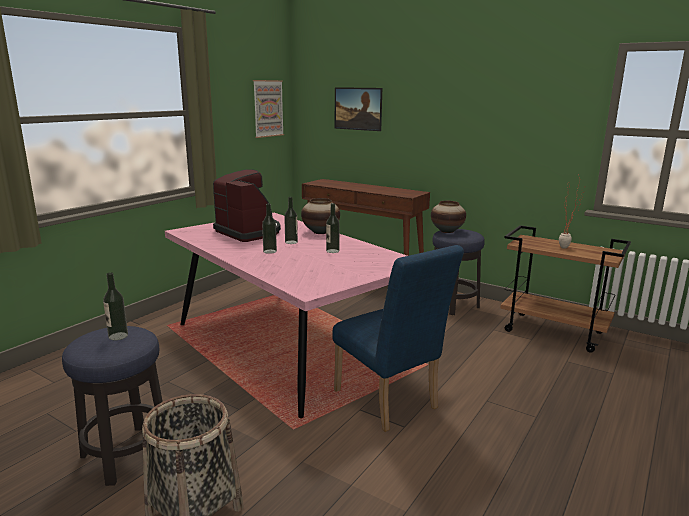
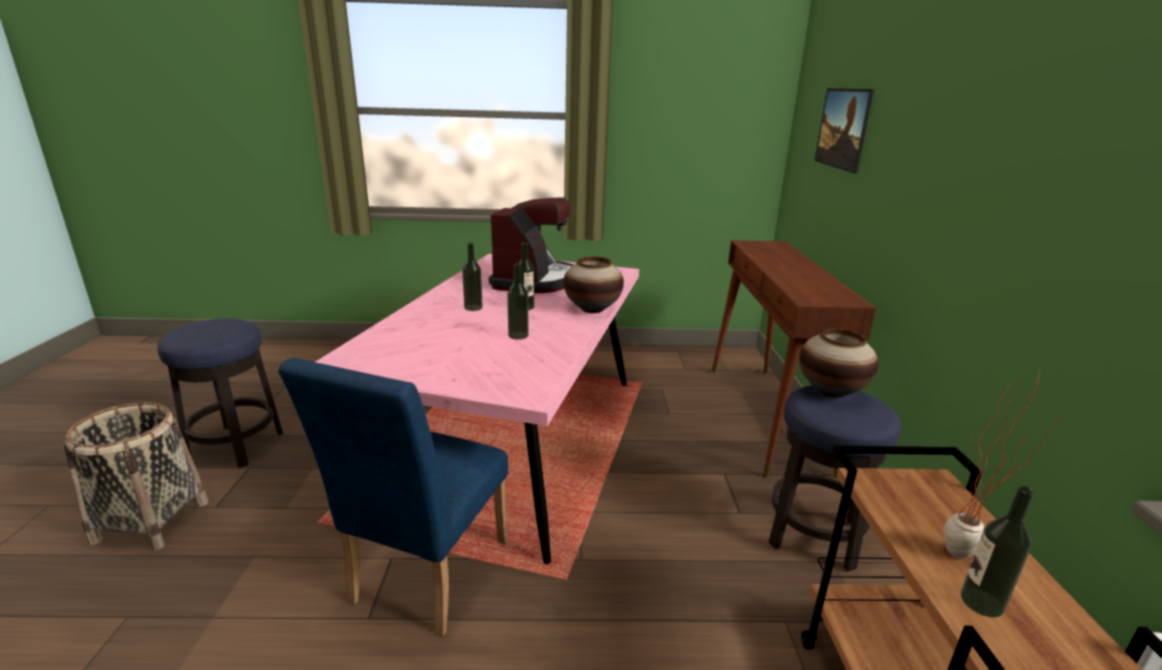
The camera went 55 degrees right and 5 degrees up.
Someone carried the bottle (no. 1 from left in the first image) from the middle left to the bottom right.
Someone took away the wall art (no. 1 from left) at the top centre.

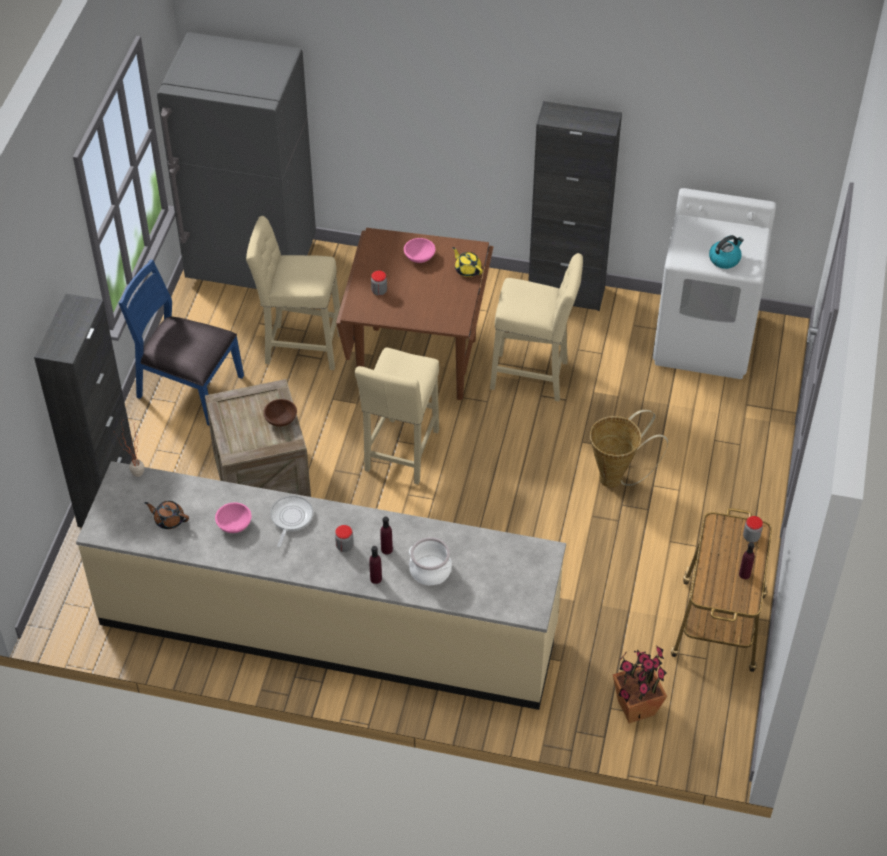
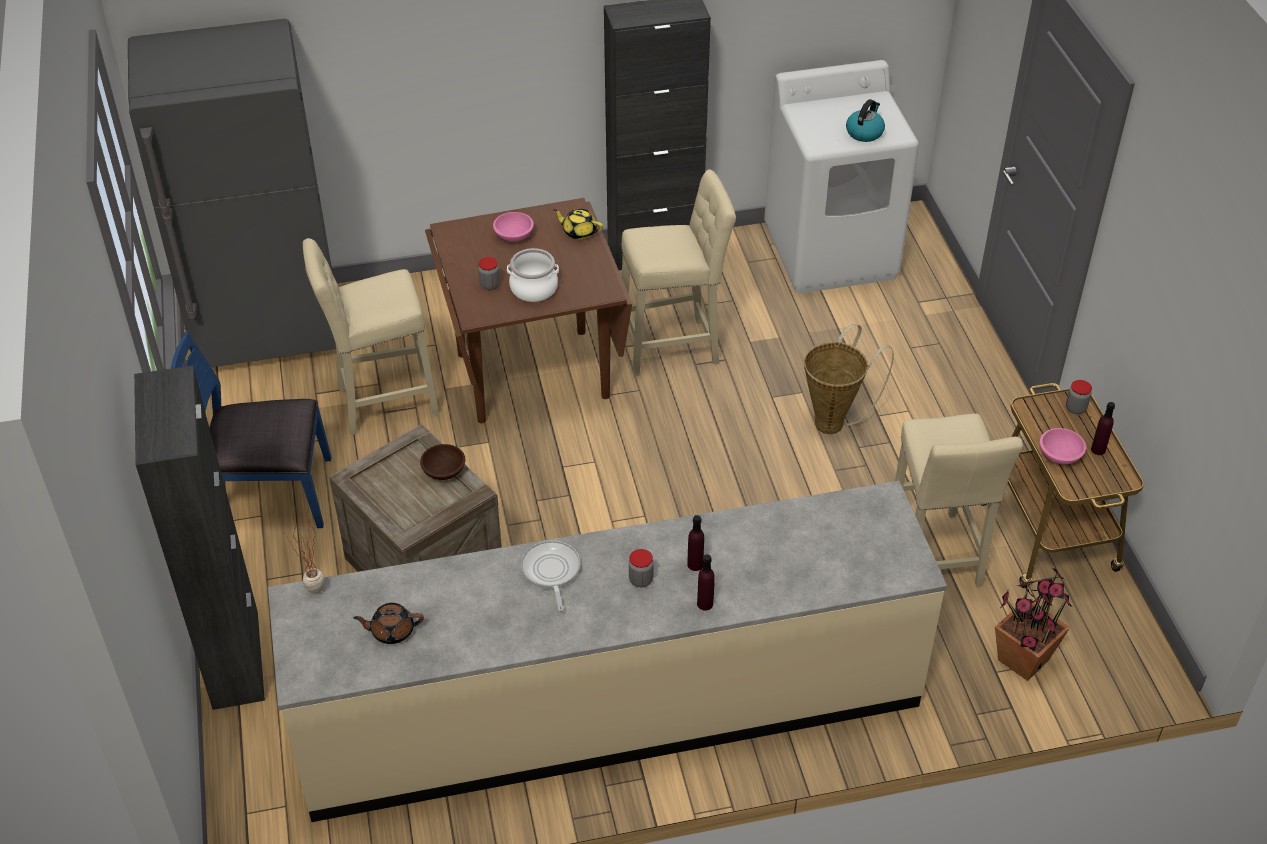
The camera went 25 degrees left and 5 degrees down.
Someone carried the stockpot from the centre to the top centre.
Someone carried the sand-coloured stool seat (no. 2 from left in the first image) from the centre to the middle right.
Someone carried the pinkish deep dish (no. 1 from left in the first image) from the middle left to the middle right.

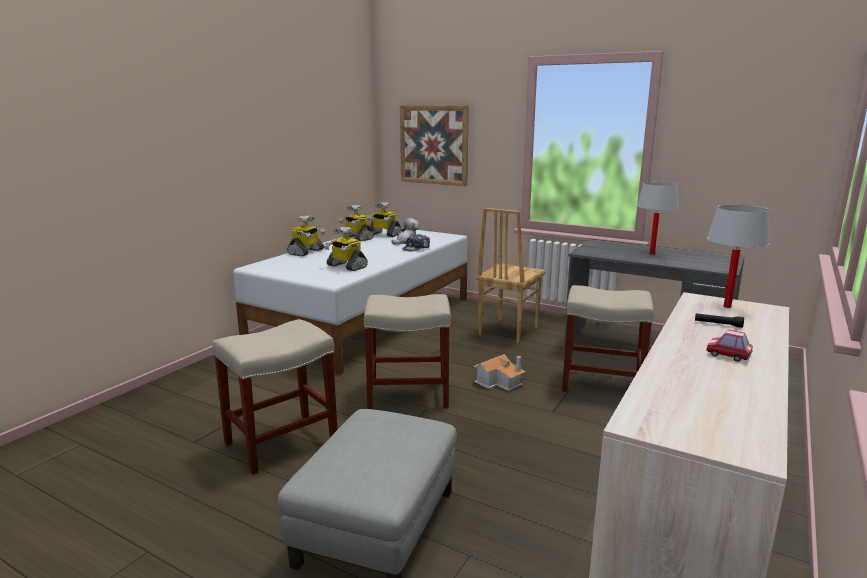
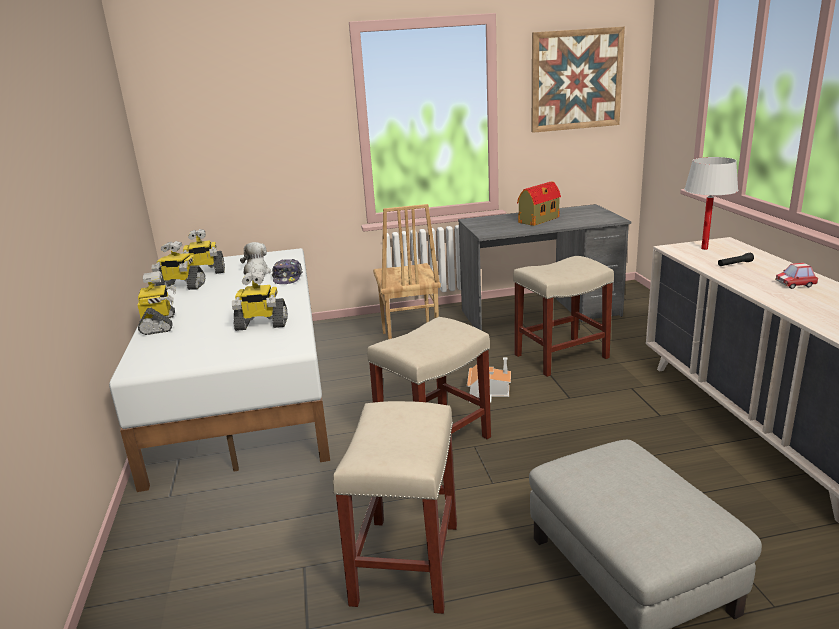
The camera went 40 degrees left and 5 degrees up.
Someone swapped the white table lamp (no. 1 from left) at the middle right for the model house (no. 2 from left) at the top centre.
Someone carried the wall art from the top centre to the top right.

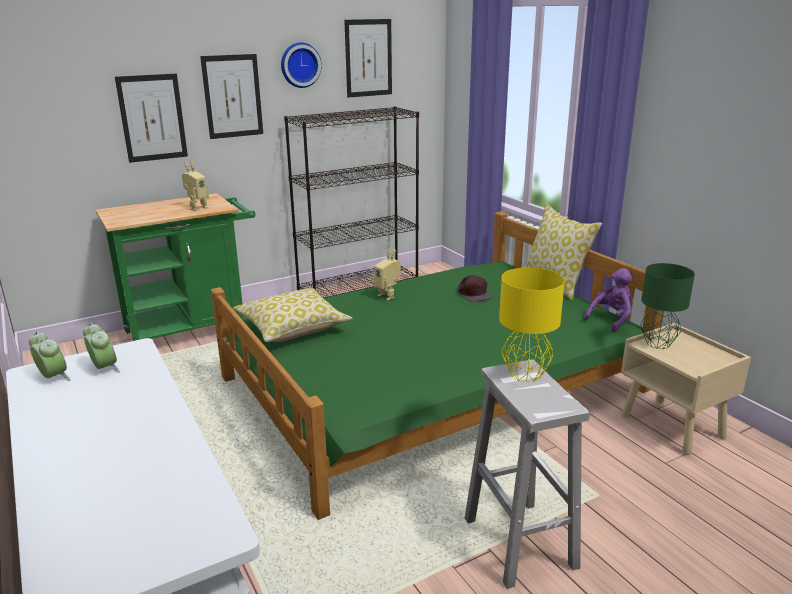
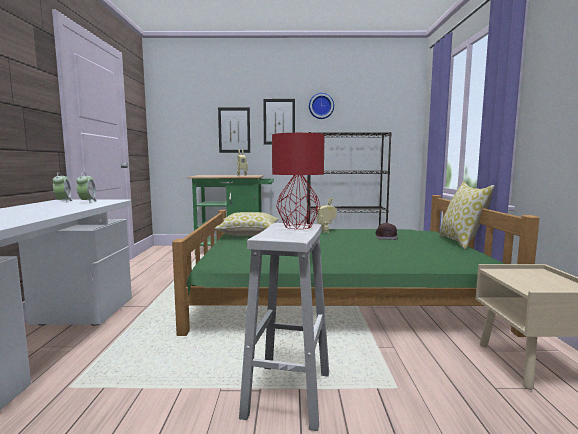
The camera went 30 degrees right and 15 degrees down.
Someone repainted the yellowish table lamp at the middle right, which became the red table lamp at the centre.
Someone took away the wall art (no. 3 from left) at the top centre.
Someone took away the purplish plush toy at the middle right.
Someone took away the green table lamp at the middle right.

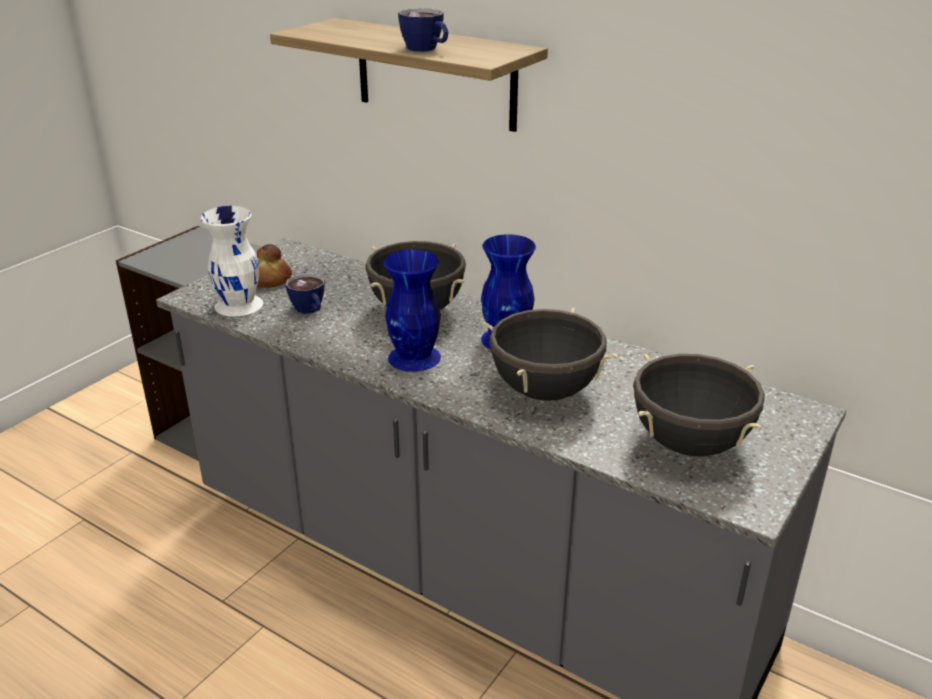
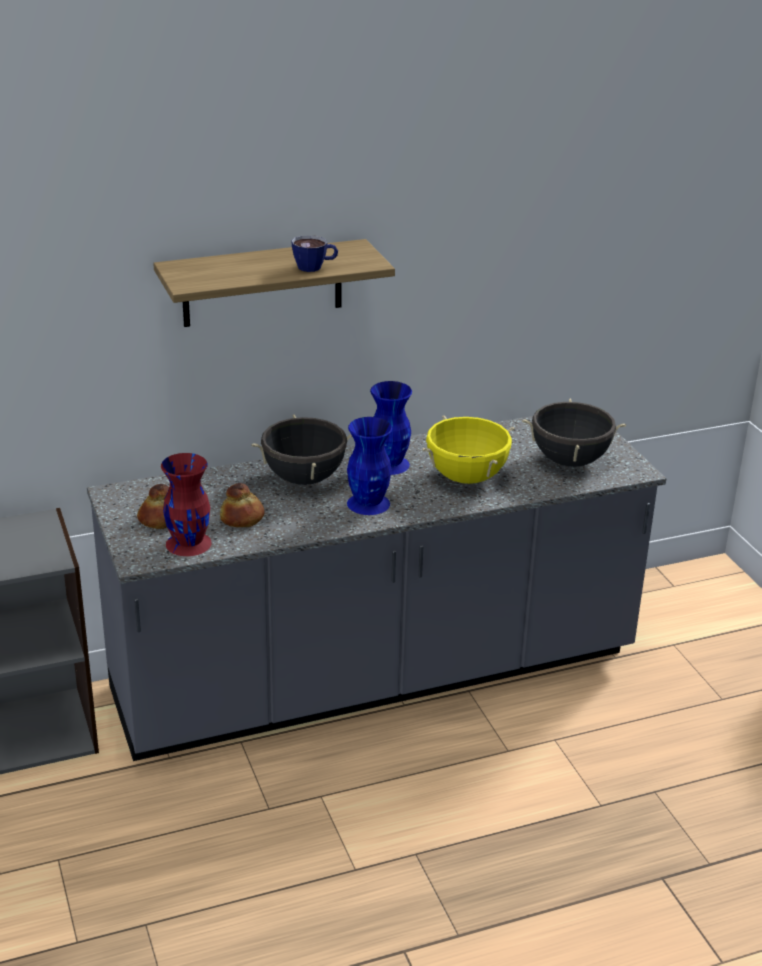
The camera went 55 degrees left and 0 degrees up.
Someone repainted the white flower vase at the middle left, which became the red flower vase at the middle left.
Someone swapped the small cup (no. 1 from left) at the middle left for the bakery bread (no. 2 from left) at the middle left.
Someone repainted the black-coloured stockpot (no. 2 from left) at the centre, which became the yellowish stockpot at the centre.

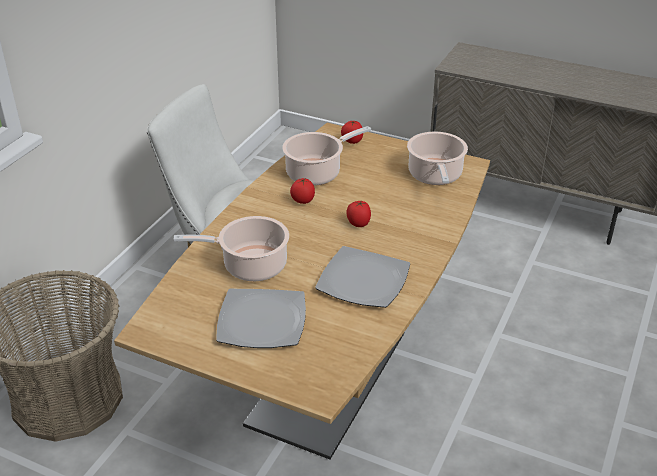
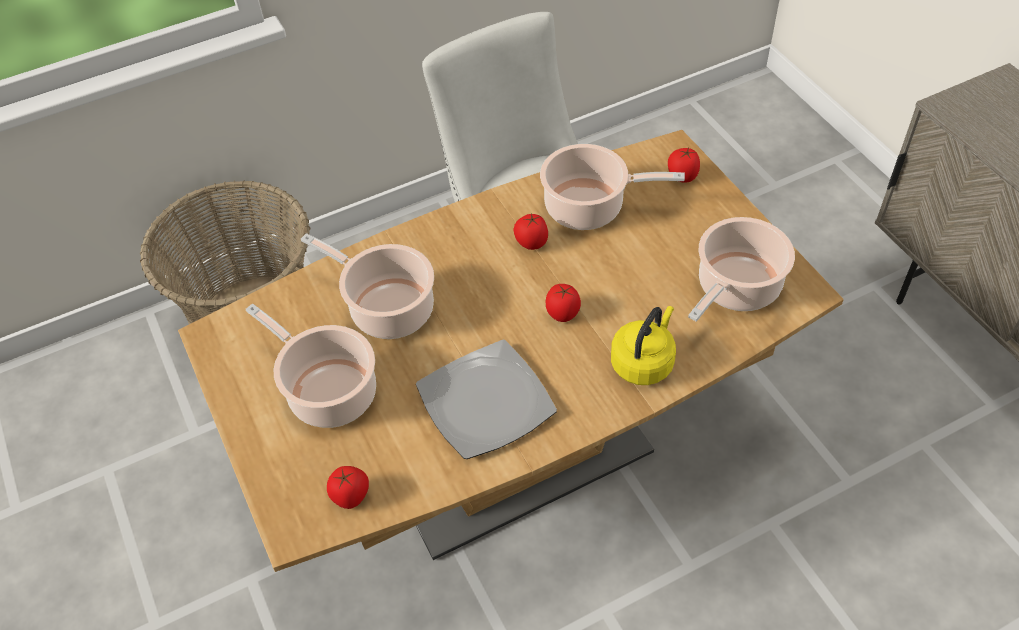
The camera went 40 degrees right and 15 degrees up.
Someone swapped the dinner plate (no. 1 from left) at the bottom centre for the stockpot (no. 1 from left) at the middle left.
Someone put down the tomato (no. 1 from left) at the bottom centre.
Someone put down the yellowish tea kettle at the centre.

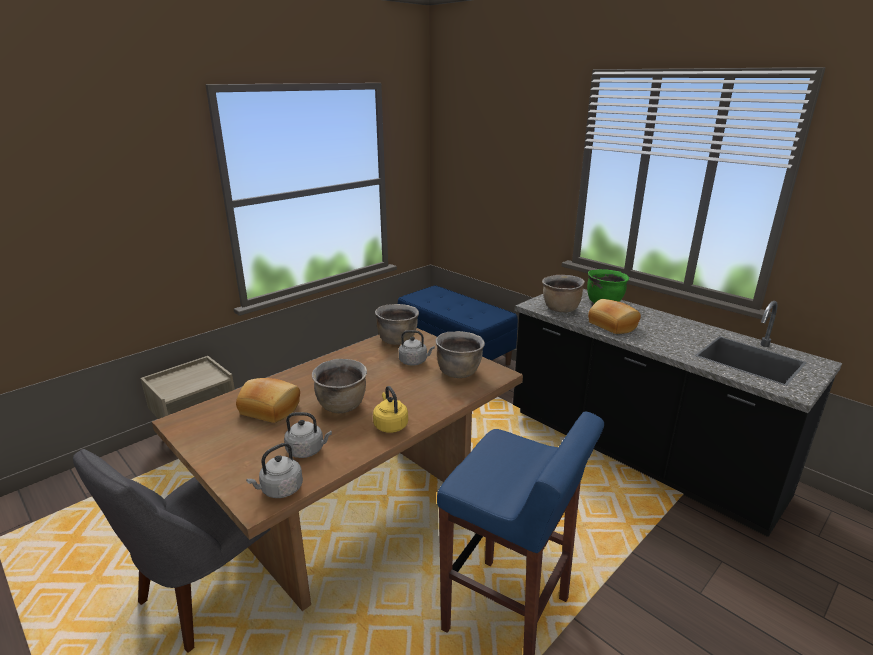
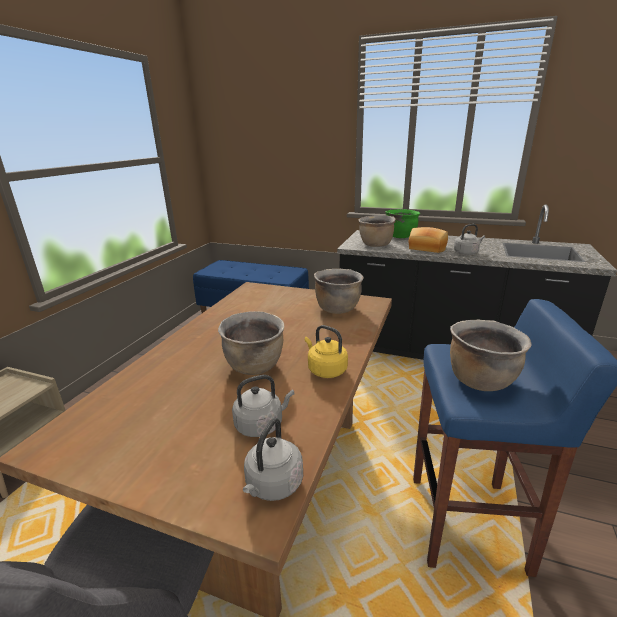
The camera went 25 degrees left and 0 degrees up.
Someone carried the brown-coloured stockpot (no. 2 from left in the first image) from the centre to the middle right.
Someone carried the greyish tea kettle (no. 3 from left) from the centre to the middle right.
Someone took away the bakery bread (no. 1 from left) at the middle left.

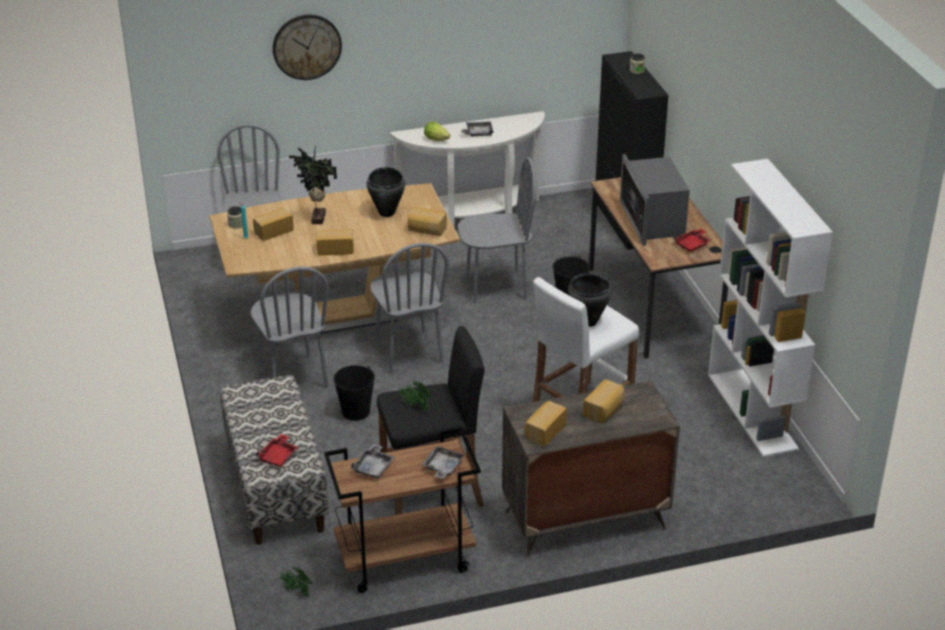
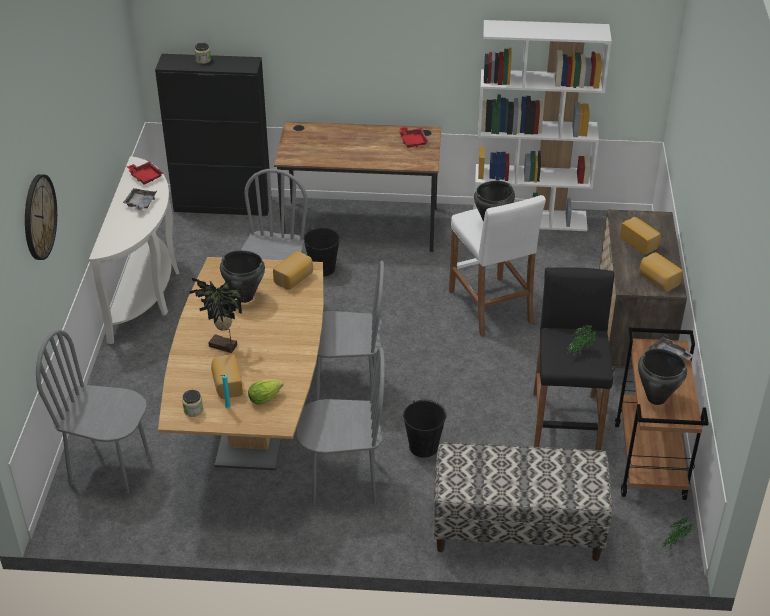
The camera went 70 degrees left and 5 degrees up.
Someone carried the red carrying tray (no. 1 from left) from the bottom left to the top left.
Someone carried the lettuce head from the top centre to the centre.
Someone swapped the greyish carrying tray (no. 1 from left) at the bottom centre for the black-coloured stockpot (no. 3 from left) at the middle right.
Someone took away the bakery bread (no. 2 from left) at the centre.
Someone took away the kitchen microwave at the top right.

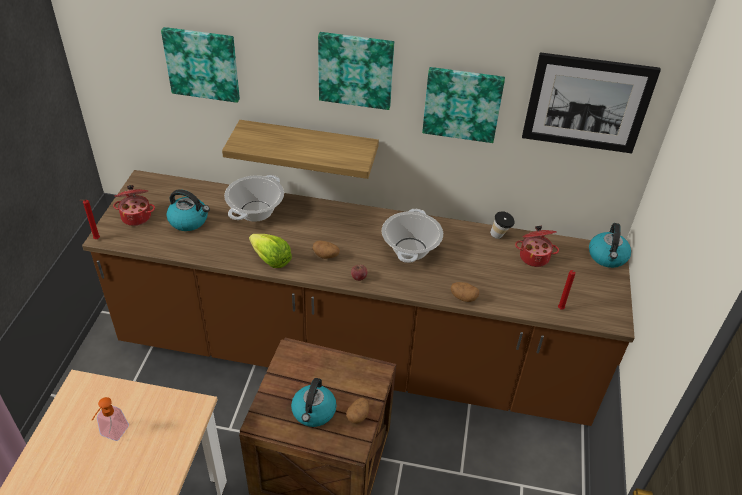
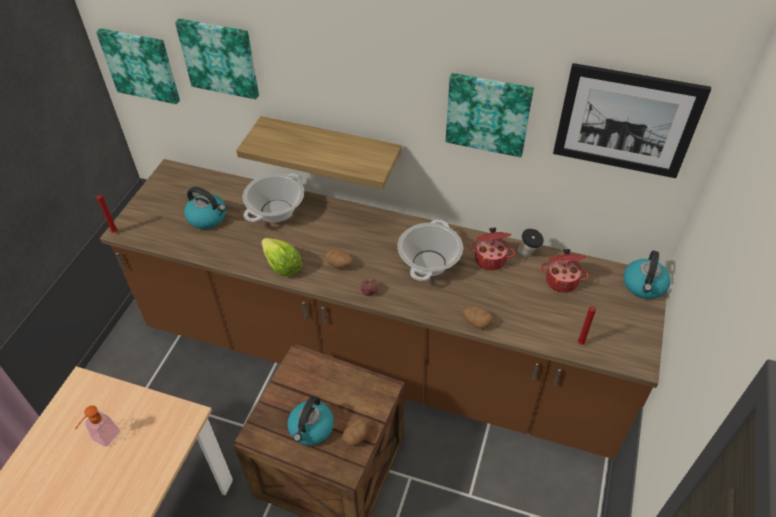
The camera went 10 degrees right and 5 degrees up.
Someone carried the wall art (no. 2 from left in the first image) from the top centre to the top left.
Someone carried the stockpot (no. 1 from left in the first image) from the middle left to the centre.

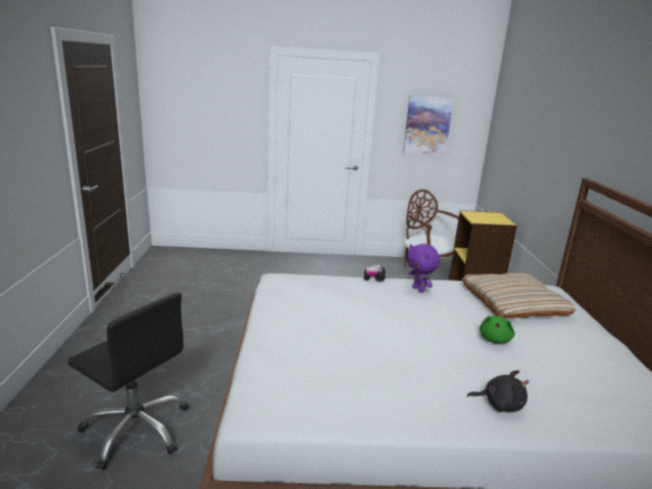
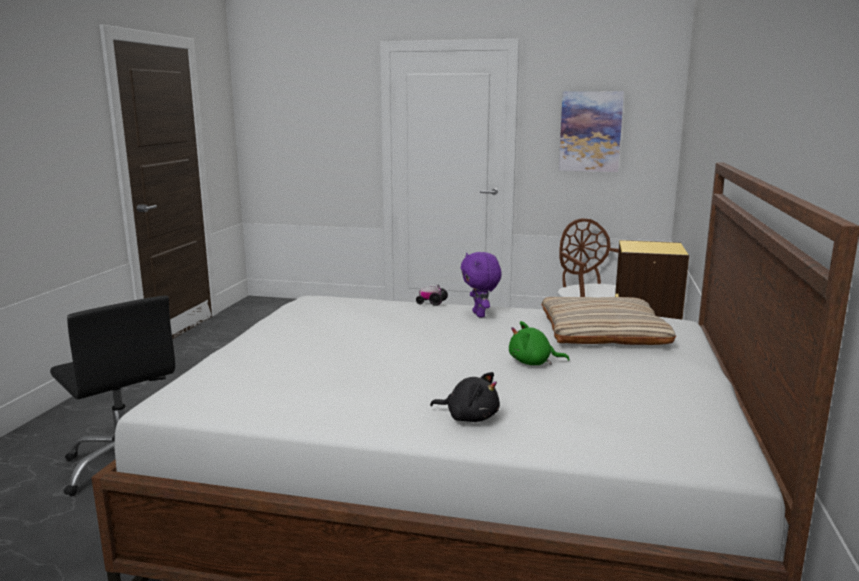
The camera went 15 degrees right and 5 degrees down.
Someone rotated the green plush toy at the bottom right by 60 degrees clockwise.

